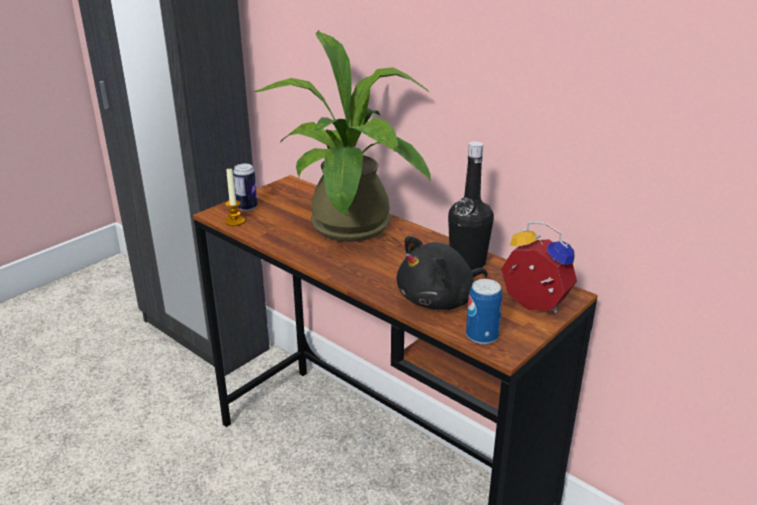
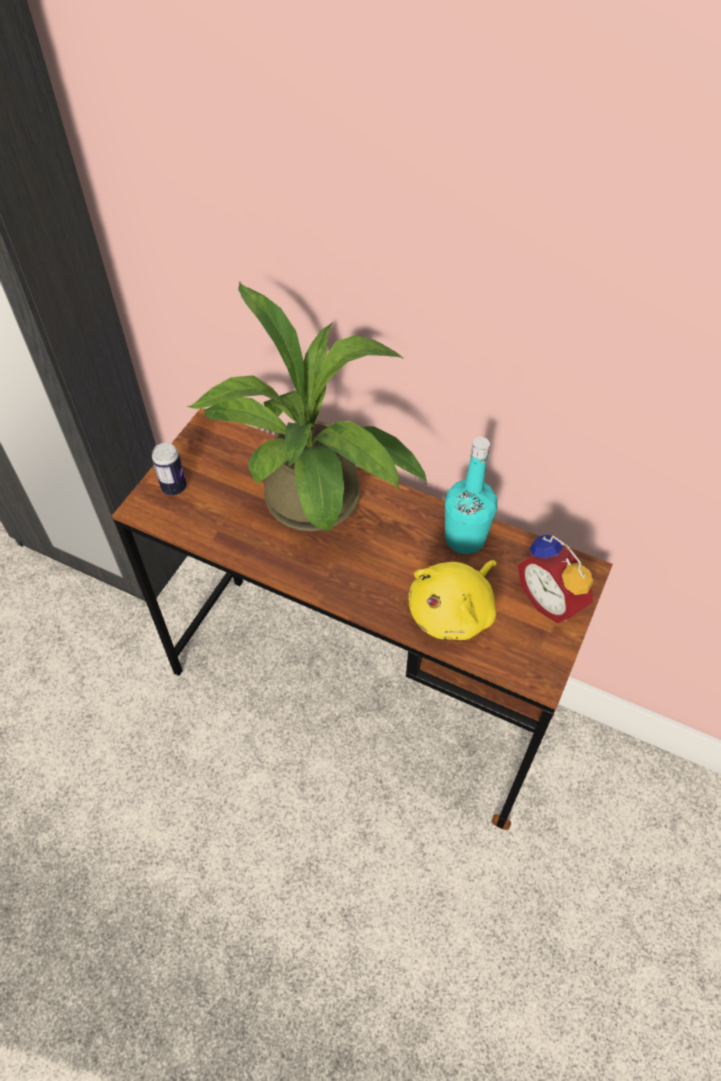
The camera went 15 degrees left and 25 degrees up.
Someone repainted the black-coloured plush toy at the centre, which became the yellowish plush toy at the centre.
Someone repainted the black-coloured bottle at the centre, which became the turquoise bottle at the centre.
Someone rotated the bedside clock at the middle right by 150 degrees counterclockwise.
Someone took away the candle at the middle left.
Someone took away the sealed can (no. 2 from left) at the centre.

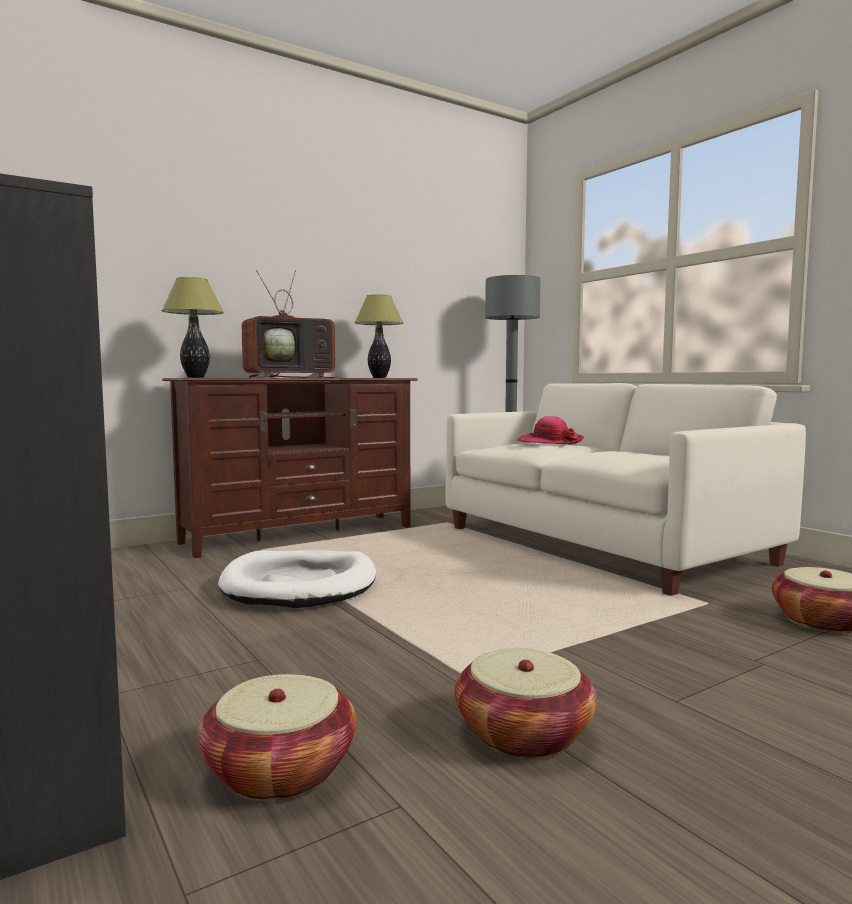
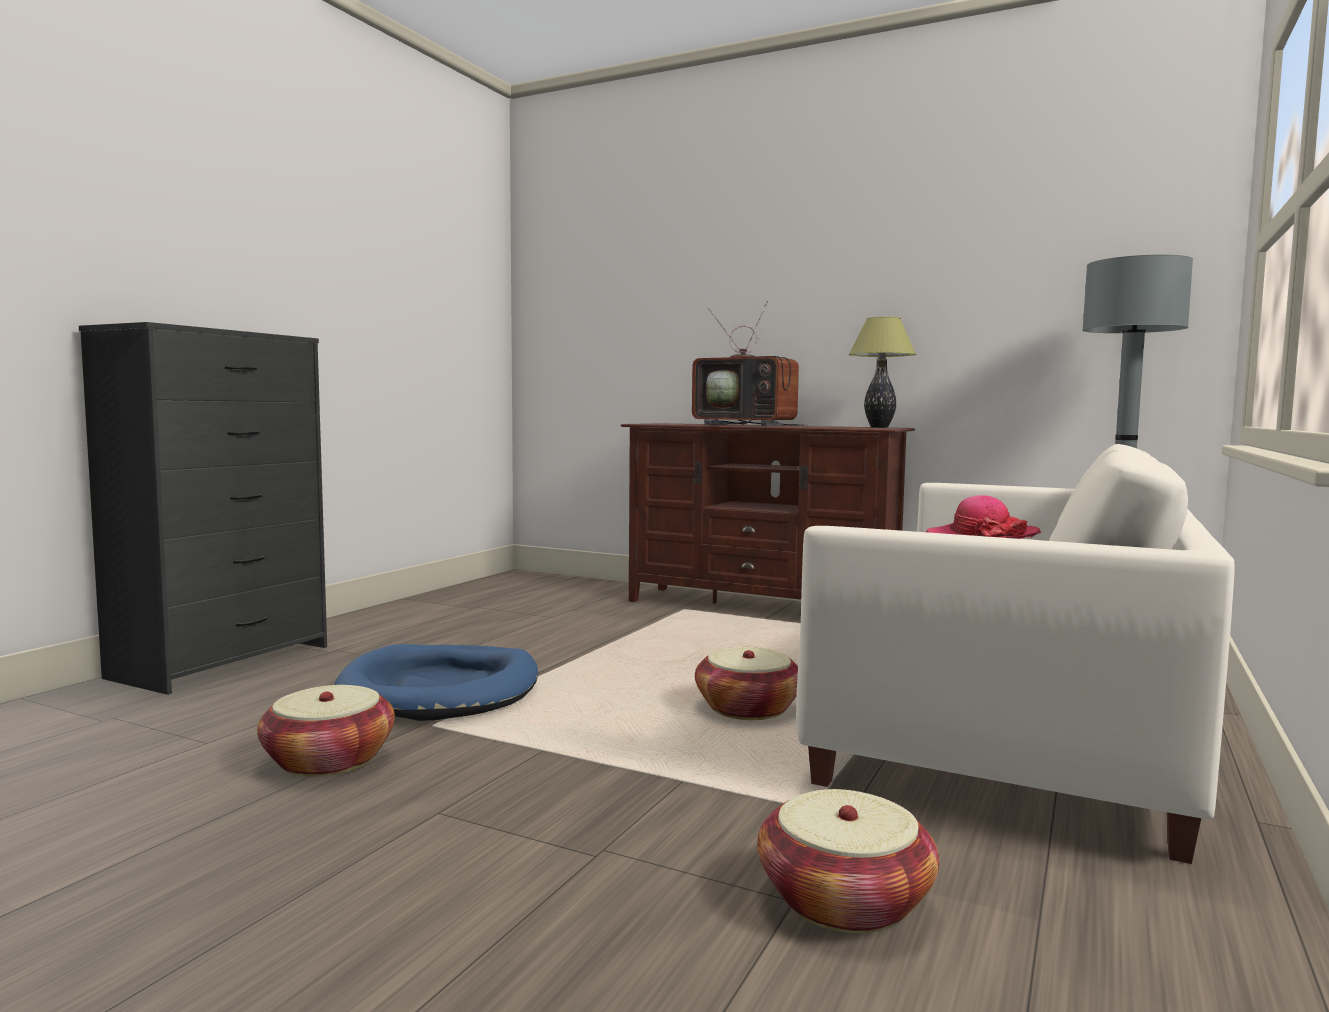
The camera went 60 degrees right and 0 degrees up.
Someone put down the blue-coloured dog cushion at the bottom left.
Someone carried the storage basket (no. 1 from left in the first image) from the bottom left to the bottom centre.
Someone took away the table lamp (no. 1 from left) at the middle left.
Someone took away the white dog cushion at the centre.

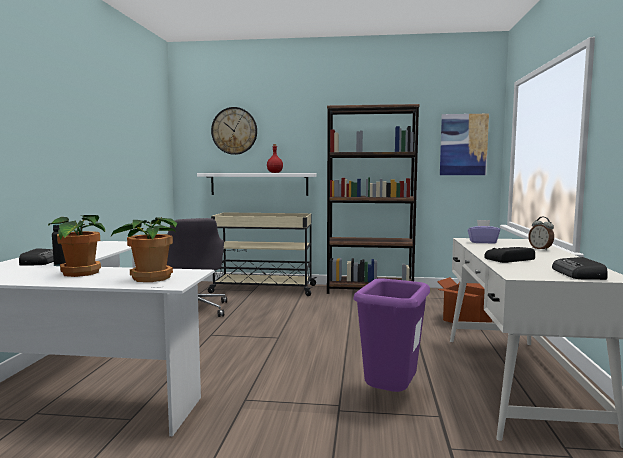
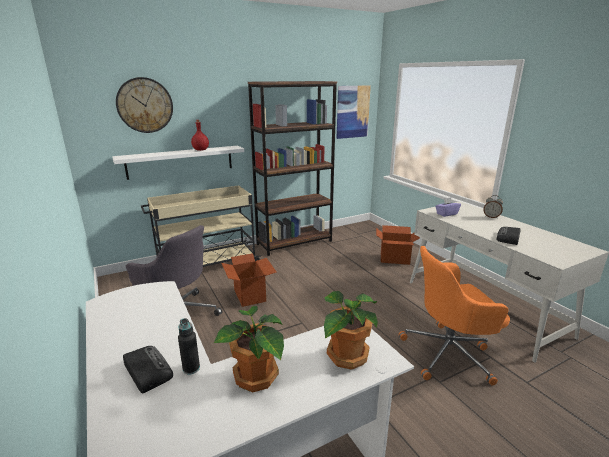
The camera went 35 degrees left and 15 degrees up.
Someone put down the carton (no. 1 from left) at the centre.
Someone swapped the purplish trash can at the bottom centre for the orange office chair at the bottom right.
Someone took away the radio (no. 3 from left) at the middle right.

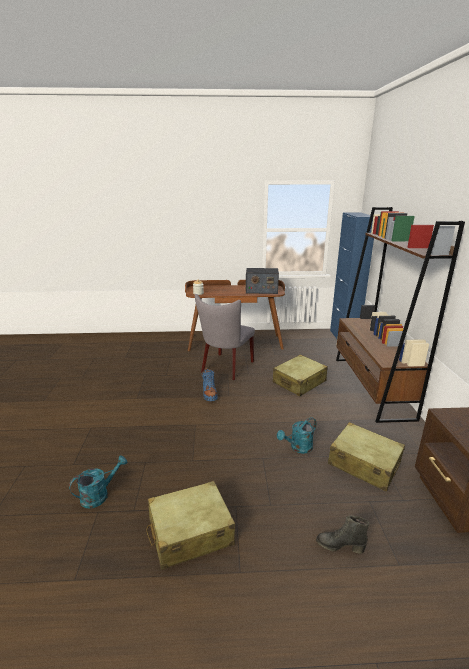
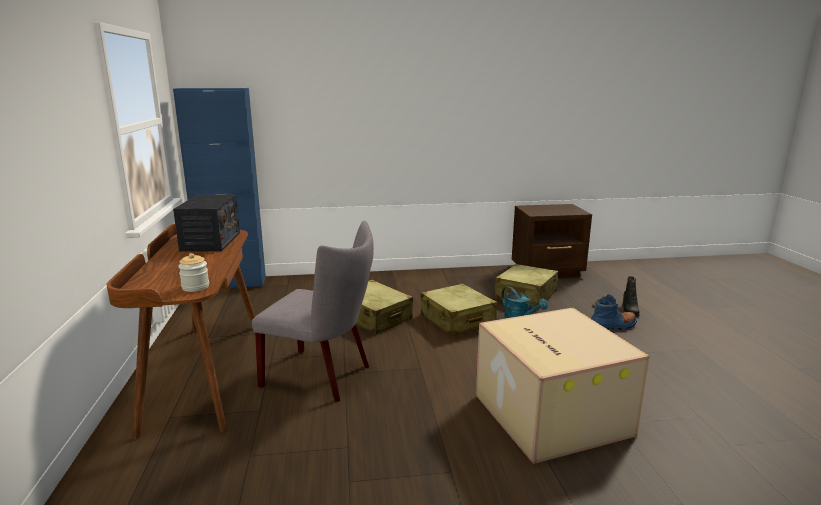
The camera went 95 degrees left and 5 degrees down.
Someone carried the sand-coloured travel case (no. 1 from left in the first image) from the bottom centre to the centre.
Someone put down the carton at the bottom right.
Someone carried the blue-coloured high-top boot from the centre to the middle right.
Someone took away the turquoise watering can (no. 1 from left) at the bottom left.
Someone took away the brown-coloured bookshelf at the middle right.

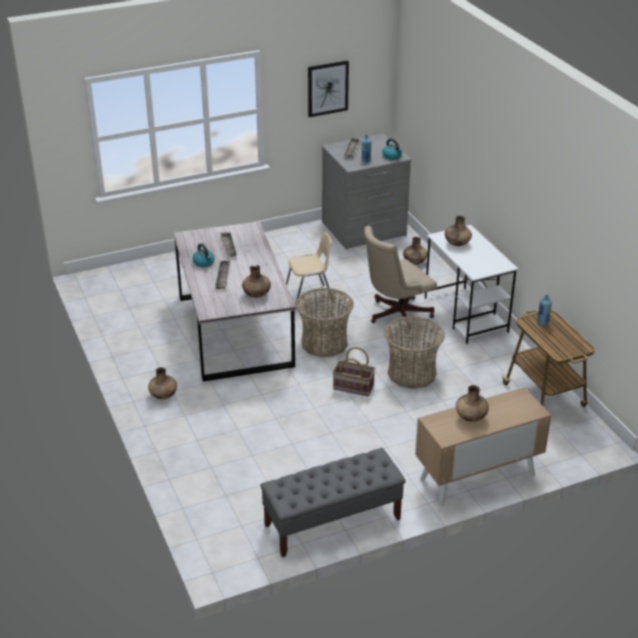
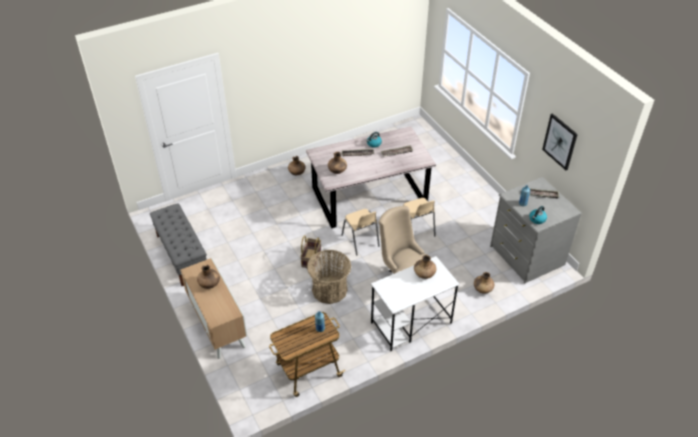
The camera went 85 degrees right and 10 degrees up.
Someone swapped the storage basket (no. 1 from left) at the centre for the sand-coloured plain chair (no. 1 from left) at the centre.

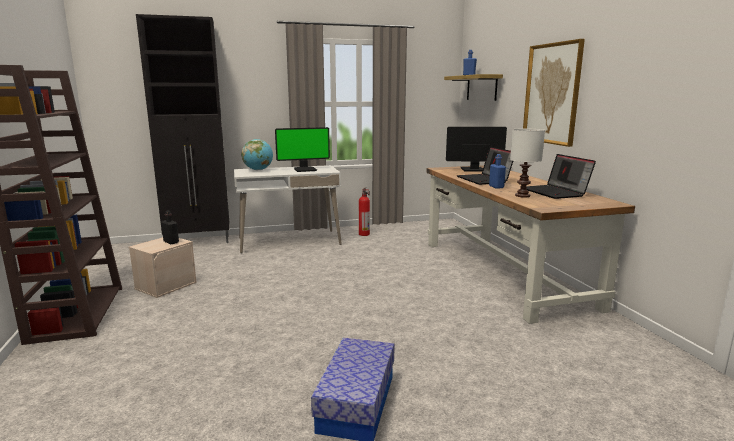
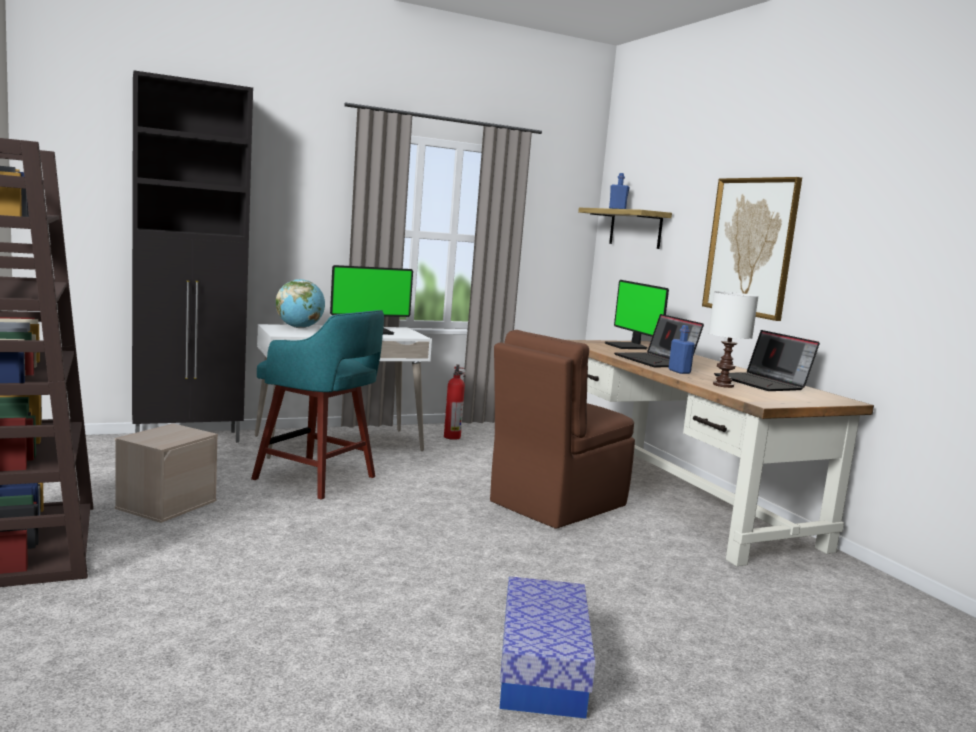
The camera went 10 degrees left and 5 degrees down.
Someone put down the turquoise stool seat at the middle left.
Someone put down the brown-coloured plain chair at the centre.
Someone rotated the monitor (no. 2 from left) at the centre by 105 degrees counterclockwise.
Someone took away the black-coloured bottle at the middle left.

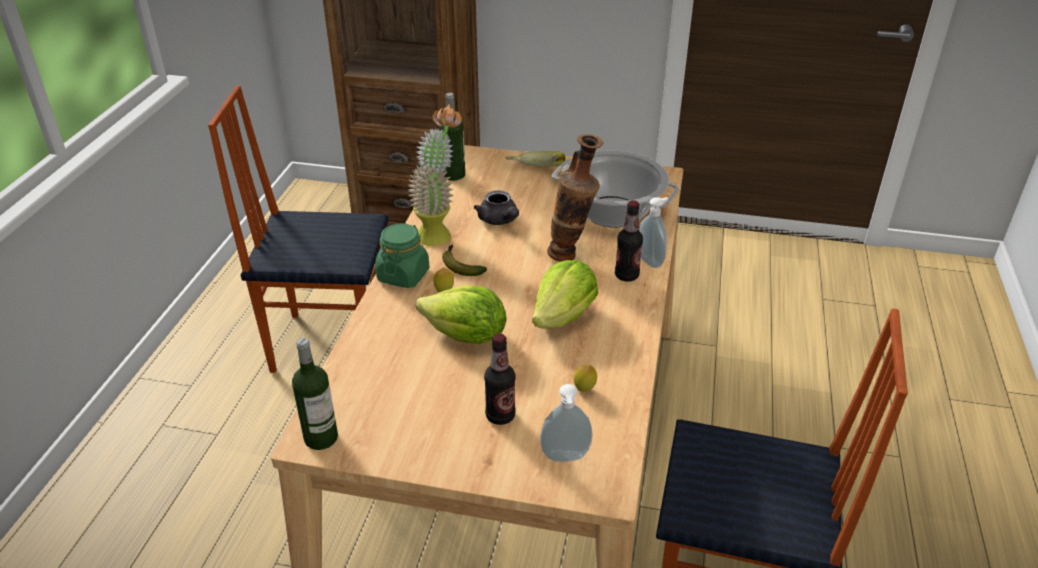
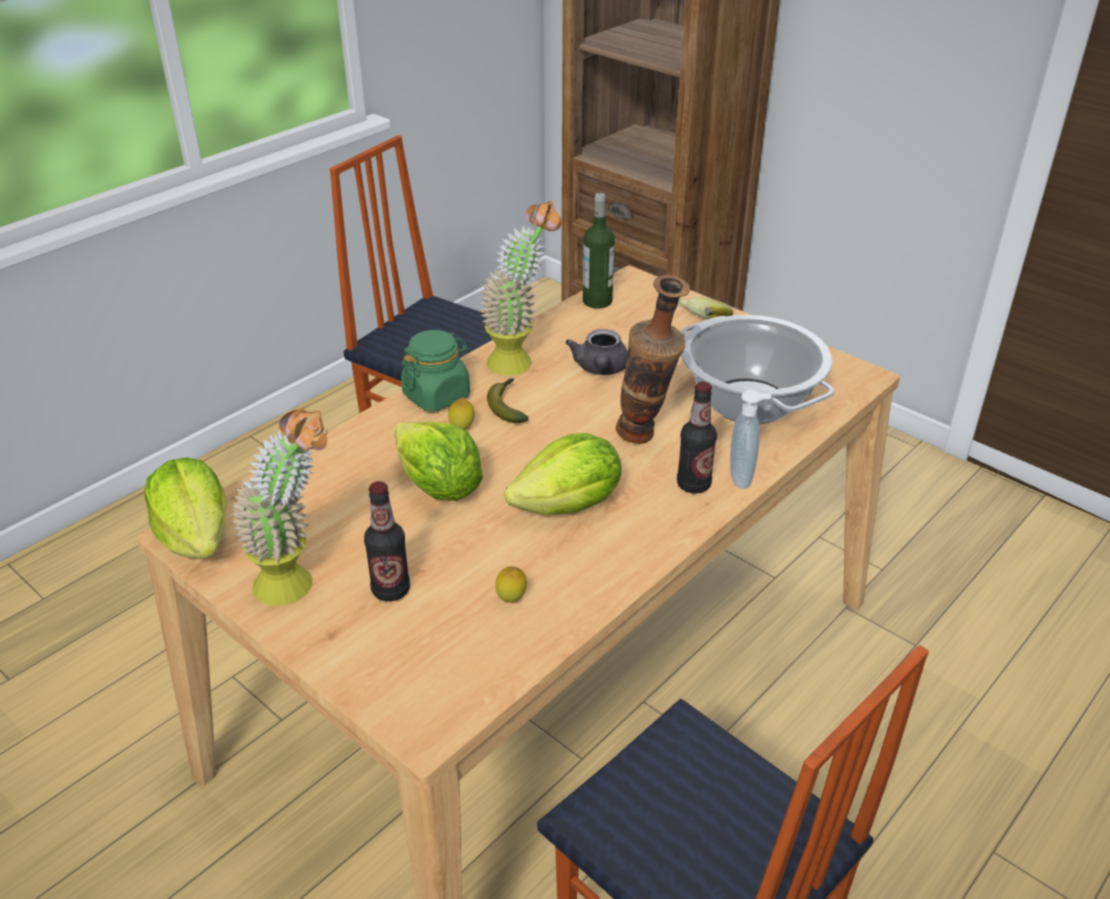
The camera went 30 degrees right and 0 degrees up.
Someone swapped the bottle (no. 1 from left) at the bottom left for the lettuce head (no. 1 from left) at the middle left.
Someone put down the houseplant (no. 1 from left) at the middle left.
Someone took away the soap bottle (no. 1 from left) at the bottom centre.

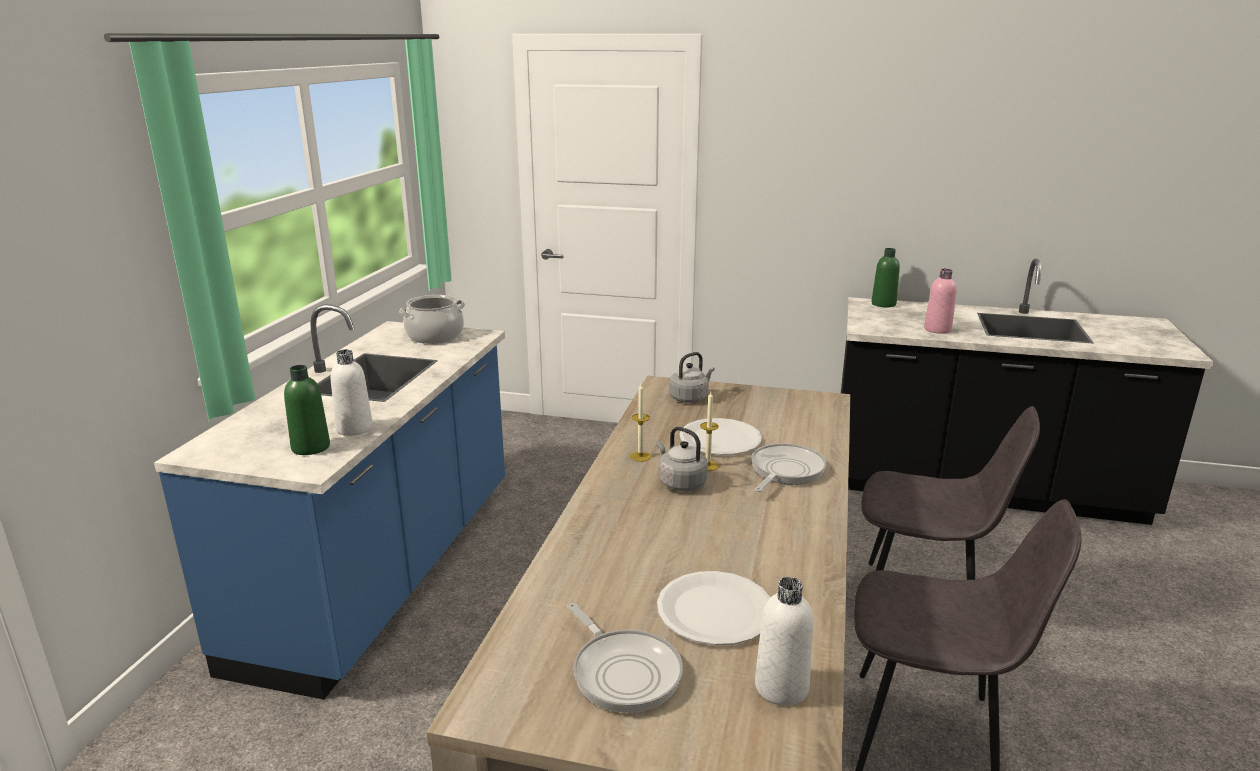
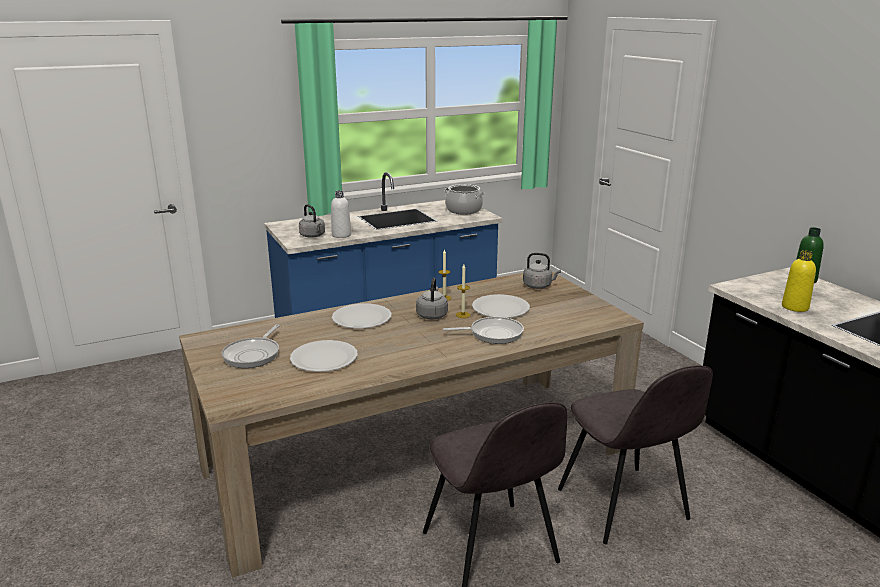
The camera went 50 degrees right and 0 degrees up.
Someone swapped the green bottle (no. 1 from left) at the middle left for the greyish tea kettle (no. 1 from left) at the centre.
Someone put down the white dinner plate (no. 2 from left) at the centre.
Someone repainted the pinkish bottle at the middle right, which became the yellowish bottle at the middle right.
Someone took away the white bottle (no. 2 from left) at the bottom centre.

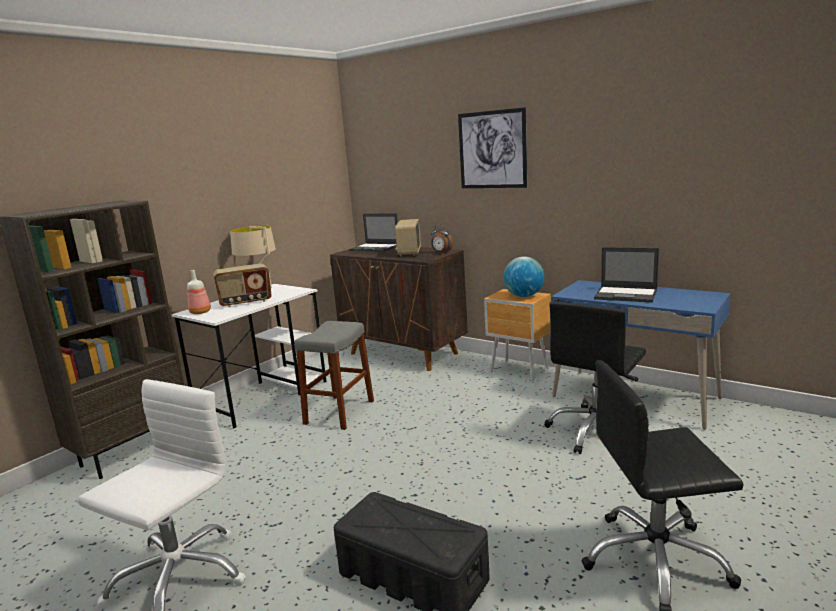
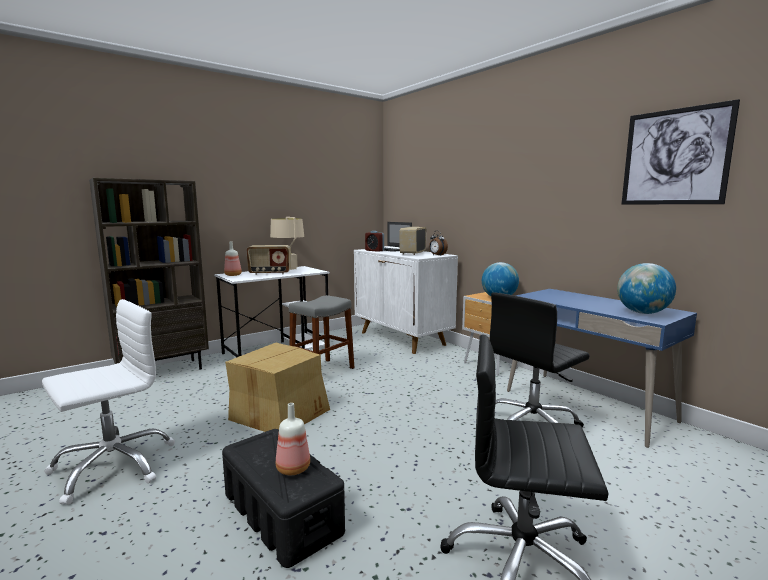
The camera went 15 degrees right and 5 degrees down.
Someone put down the carton at the bottom centre.
Someone put down the bottle (no. 2 from left) at the bottom centre.
Someone repainted the brown-coloured cupboard at the centre, which became the white cupboard at the centre.
Someone put down the bedside clock (no. 1 from left) at the centre.
Someone put down the desk globe (no. 2 from left) at the middle right.
Someone carried the wall art from the top centre to the top right.
Someone took away the laptop (no. 2 from left) at the middle right.

